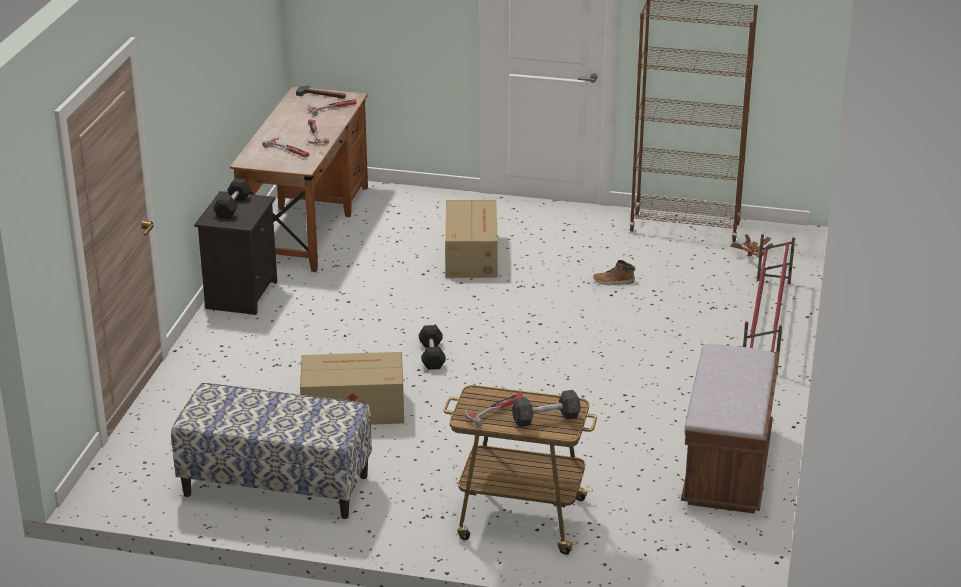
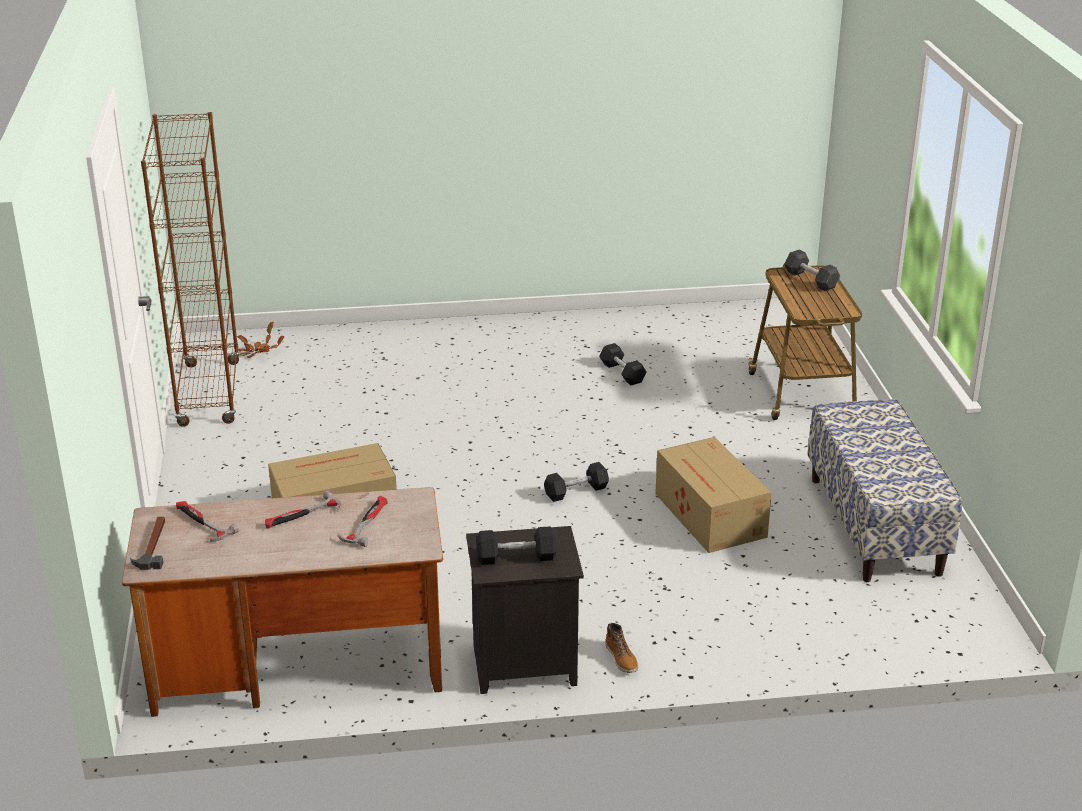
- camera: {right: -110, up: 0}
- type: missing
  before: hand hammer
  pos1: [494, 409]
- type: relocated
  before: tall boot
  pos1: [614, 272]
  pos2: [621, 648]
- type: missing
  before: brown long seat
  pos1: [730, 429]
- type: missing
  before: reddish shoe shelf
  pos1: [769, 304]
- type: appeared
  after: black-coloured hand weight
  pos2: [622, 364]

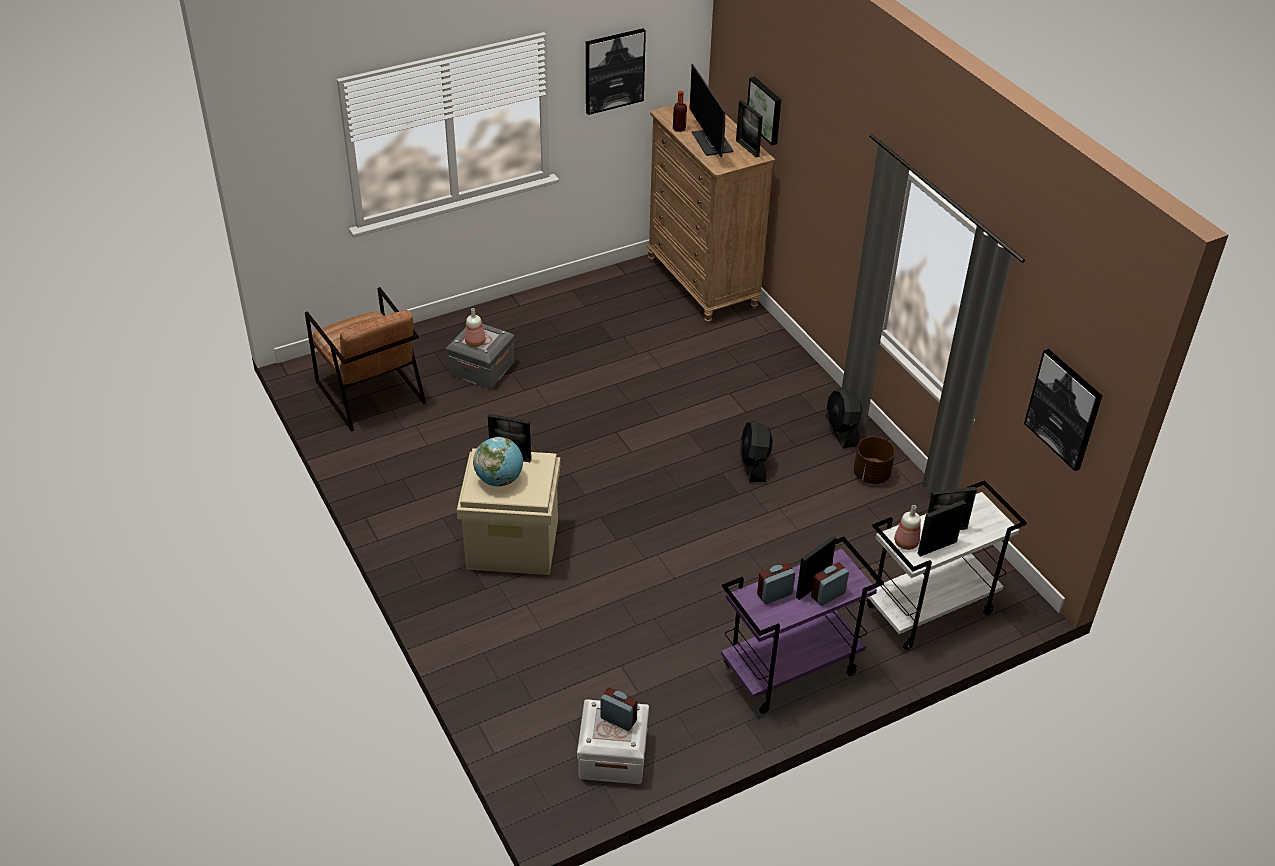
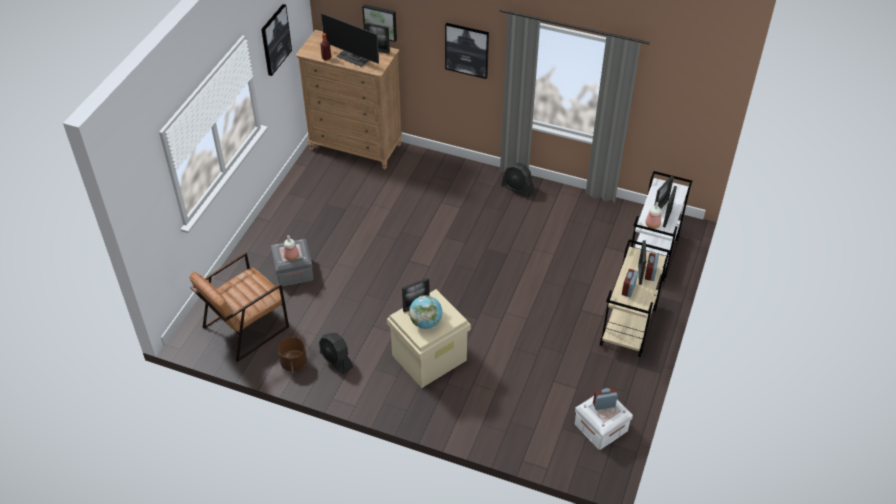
- camera: {right: -40, up: 5}
- type: spun
  before: brown easy chair
  pos1: [365, 359]
  pos2: [239, 307]
  turn: 120
- type: colour
  before: purple trolley
  after: beige trolley
  pos1: [802, 625]
  pos2: [635, 298]
- type: relocated
  before: black-coloured cooling fan
  pos1: [756, 451]
  pos2: [336, 353]
- type: relocated
  before: brown planter
  pos1: [874, 460]
  pos2: [292, 354]
- type: relocated
  before: picture
  pos1: [1063, 410]
  pos2: [467, 51]

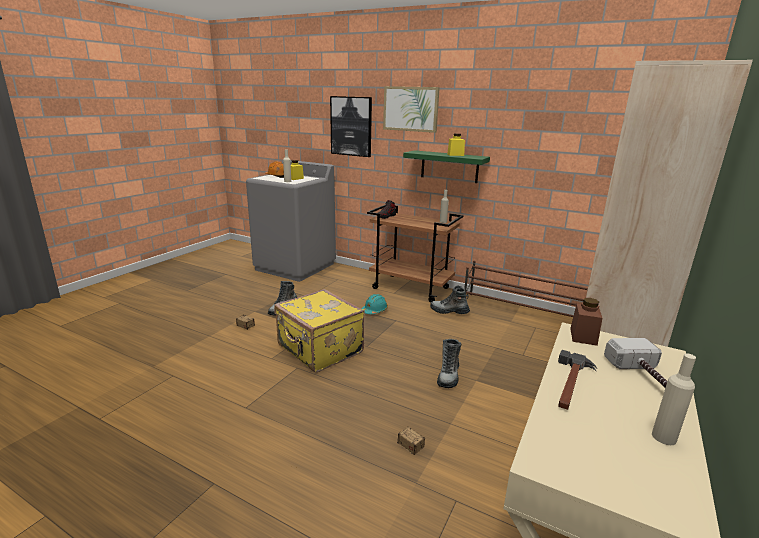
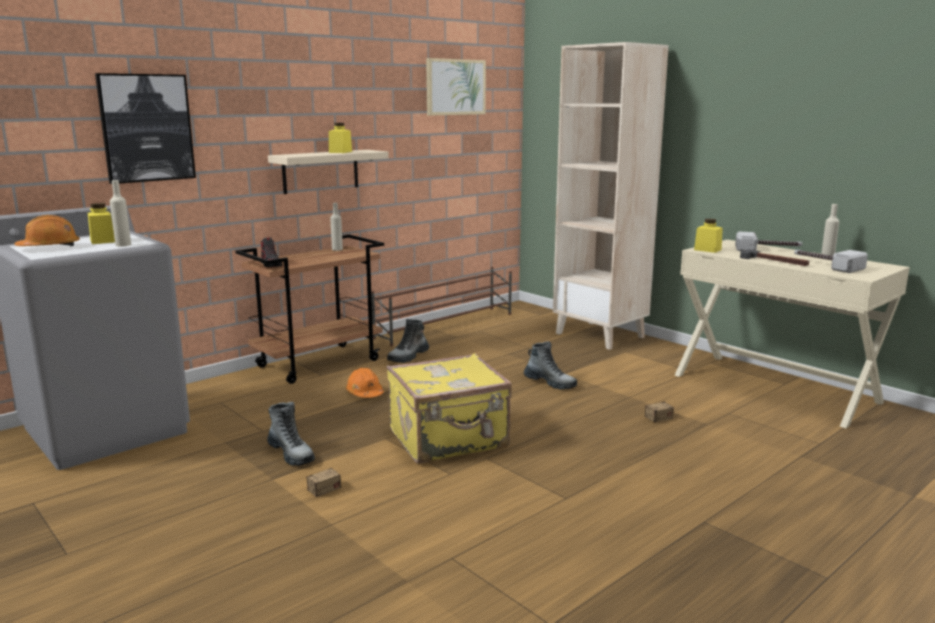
- camera: {right: -70, up: -5}
- type: colour
  before: turquoise-coloured safety helmet
  after: orangey safety helmet
  pos1: [375, 304]
  pos2: [365, 383]
- type: relocated
  before: picture
  pos1: [411, 109]
  pos2: [456, 87]
- type: colour
  before: green wall shelf
  after: beige wall shelf
  pos1: [446, 166]
  pos2: [328, 172]
- type: colour
  before: brown jar
  after: yellow jar
  pos1: [586, 322]
  pos2: [708, 236]
- type: appeared
  after: hand hammer
  pos2: [831, 261]

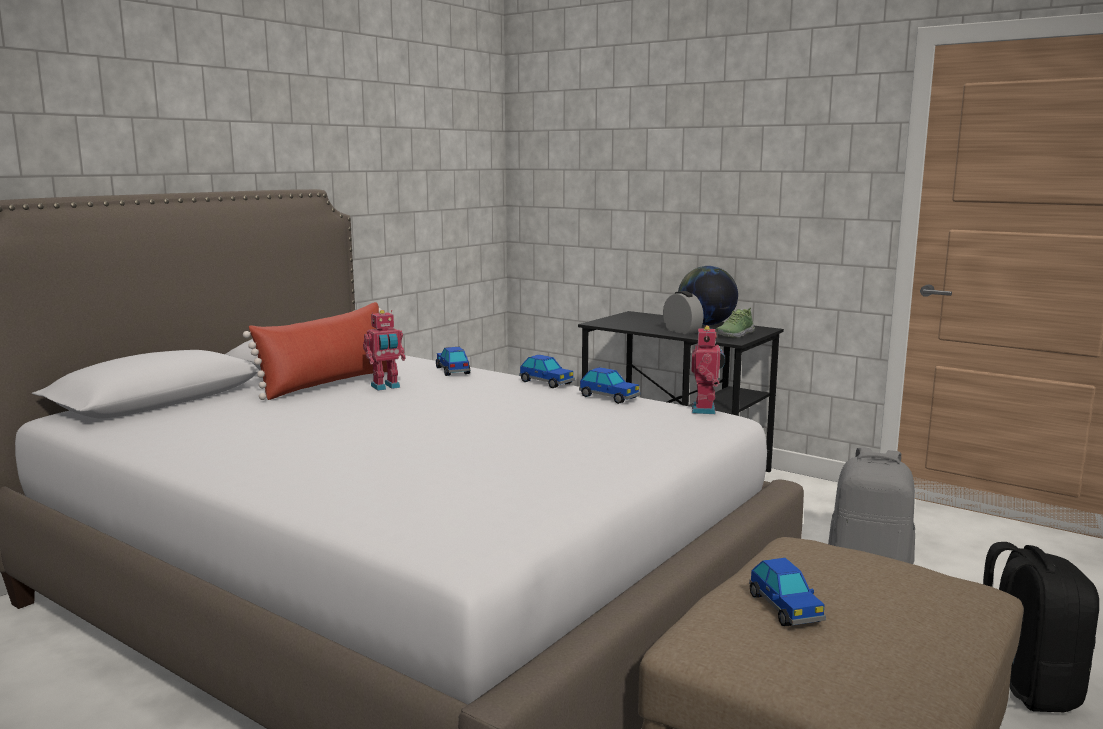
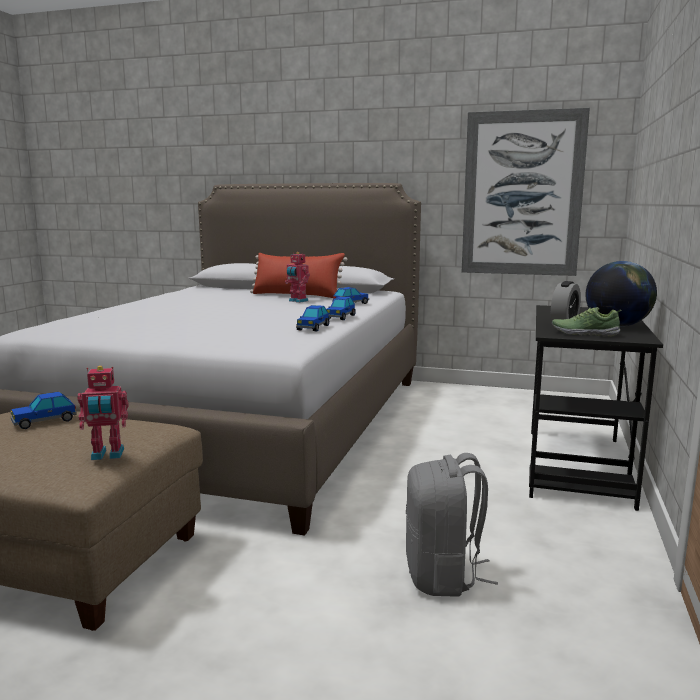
- camera: {right: 70, up: 0}
- type: relocated
  before: toy robot
  pos1: [708, 369]
  pos2: [102, 413]
- type: missing
  before: black-coloured knapsack
  pos1: [1041, 627]
- type: appeared
  after: picture
  pos2: [526, 192]

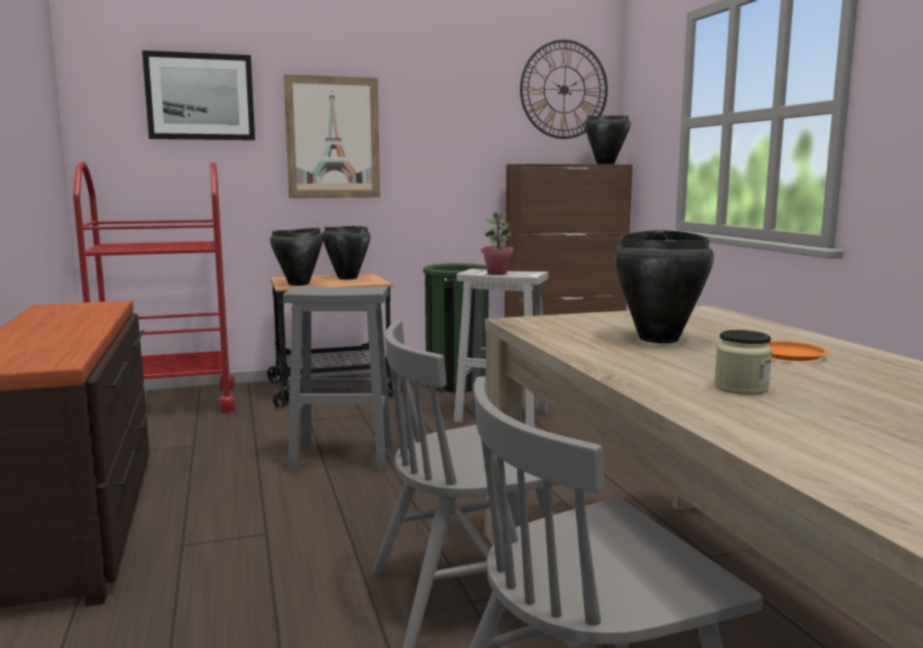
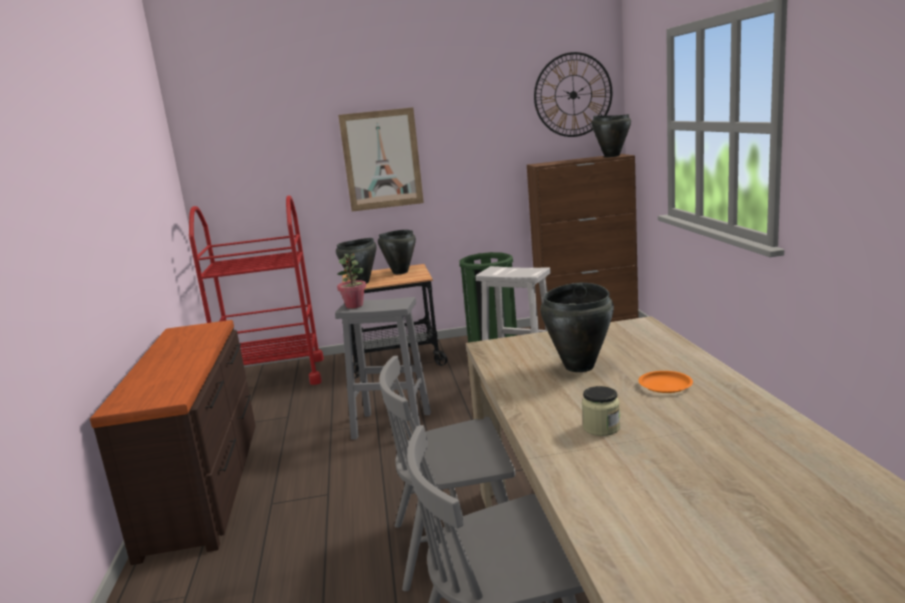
- camera: {right: 10, up: 5}
- type: missing
  before: picture
  pos1: [198, 95]
- type: relocated
  before: potted plant
  pos1: [497, 243]
  pos2: [351, 281]

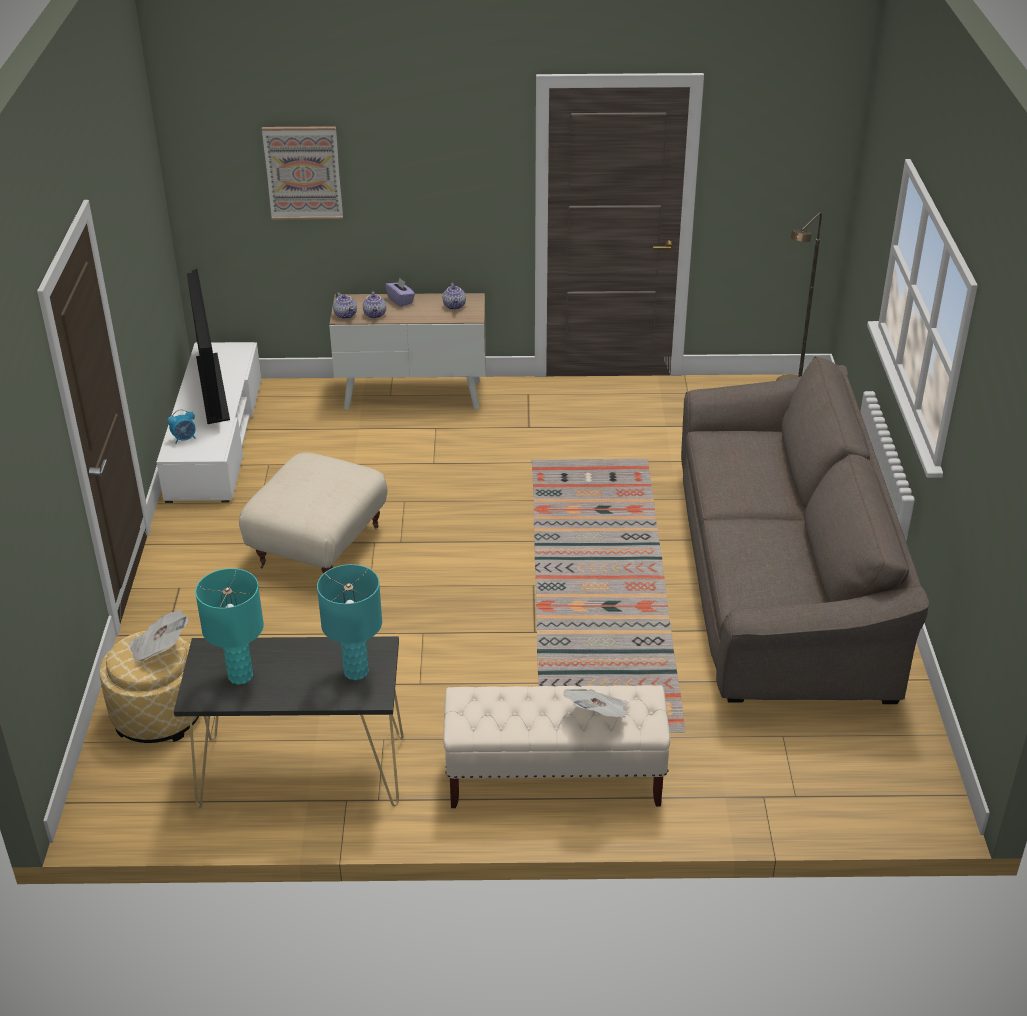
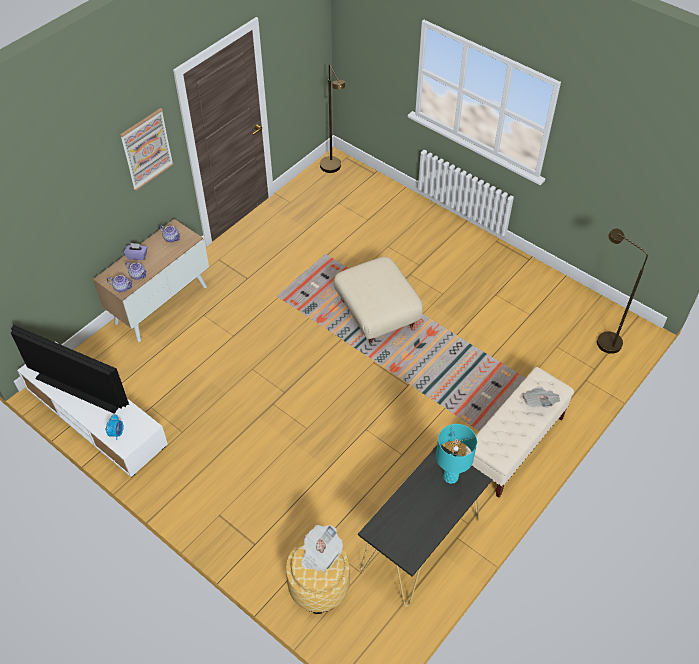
- camera: {right: -50, up: 15}
- type: missing
  before: turquoise-coloured lamp for a table
  pos1: [229, 626]
- type: relocated
  before: beige footrest
  pos1: [313, 513]
  pos2: [378, 301]
- type: relocated
  before: picture
  pos1: [302, 173]
  pos2: [147, 149]
- type: missing
  before: brown settee
  pos1: [805, 530]
- type: appeared
  after: brown standing lamp
  pos2: [622, 291]

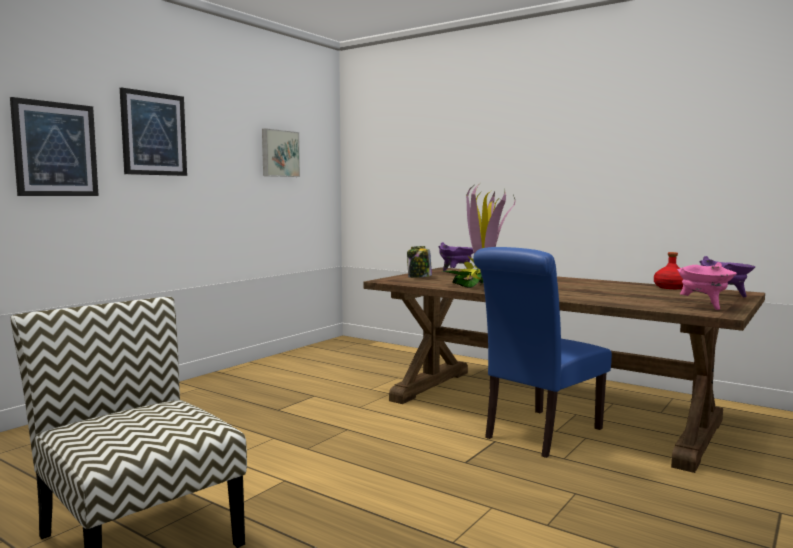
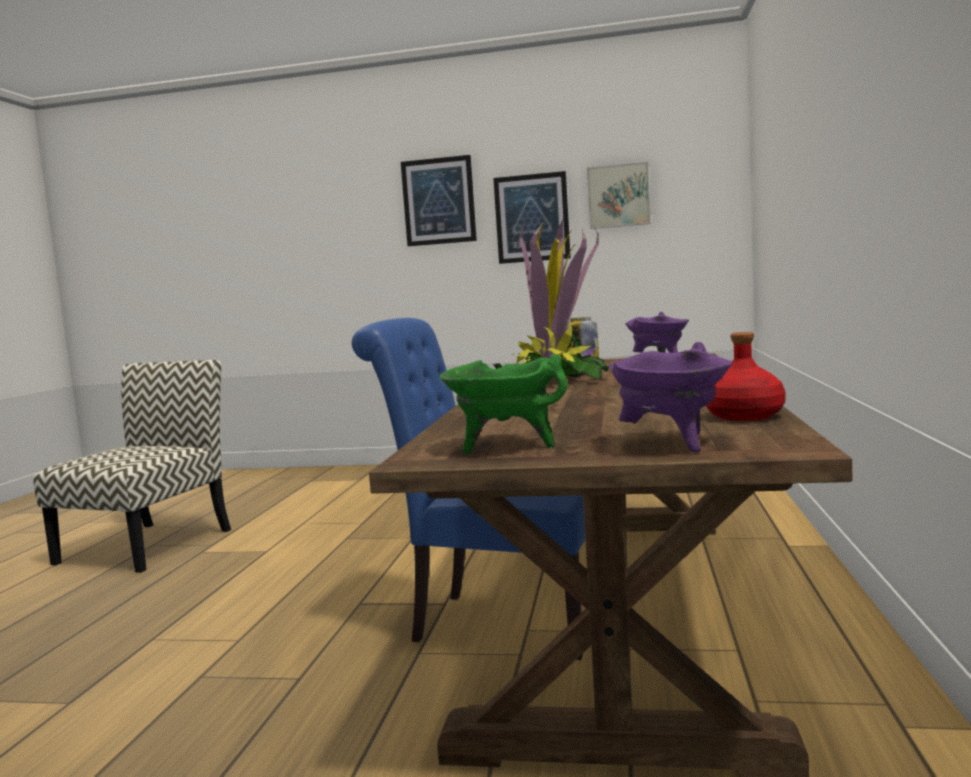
- camera: {right: 65, up: 0}
- type: relocated
  before: picture
  pos1: [54, 146]
  pos2: [532, 217]
- type: colour
  before: pinkish stockpot
  after: green stockpot
  pos1: [707, 286]
  pos2: [504, 404]

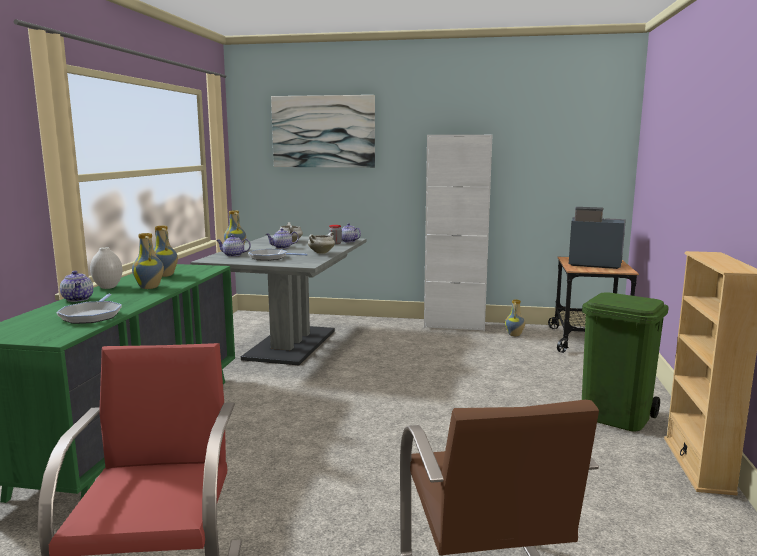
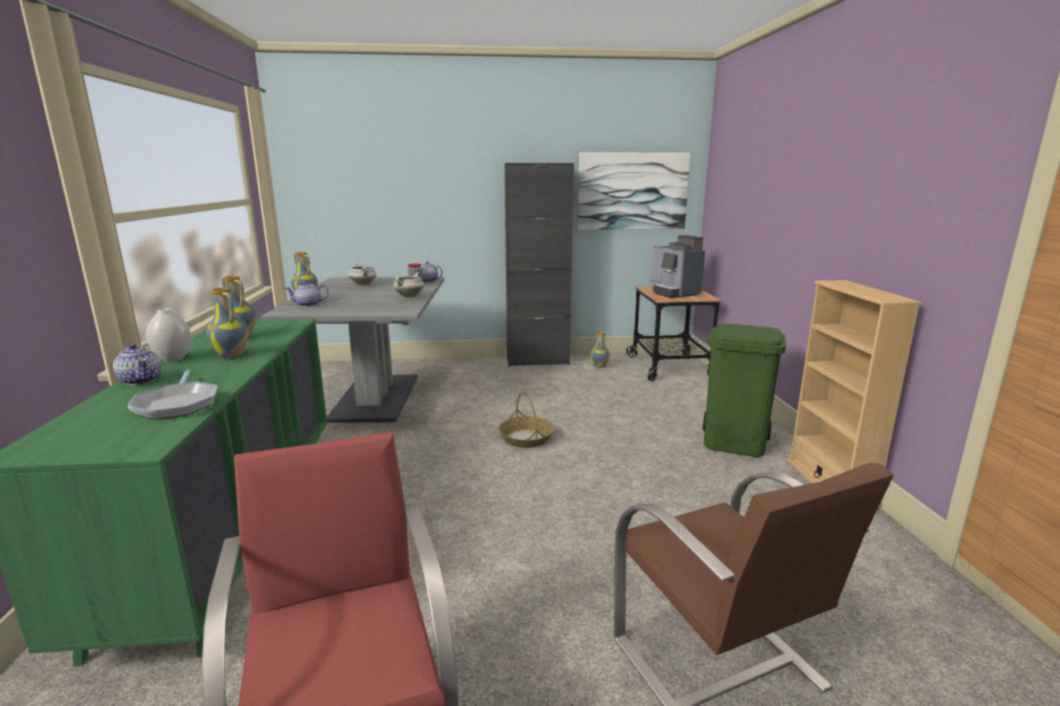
- camera: {right: -15, up: 5}
- type: missing
  before: pan
  pos1: [278, 255]
- type: missing
  before: tea pot
  pos1: [282, 238]
- type: relocated
  before: picture
  pos1: [323, 131]
  pos2: [634, 191]
- type: colour
  before: white storage cabinet
  after: black-coloured storage cabinet
  pos1: [458, 233]
  pos2: [539, 265]
- type: spun
  before: coffee maker
  pos1: [597, 238]
  pos2: [677, 266]
  turn: -120
- type: appeared
  after: storage basket
  pos2: [526, 419]

